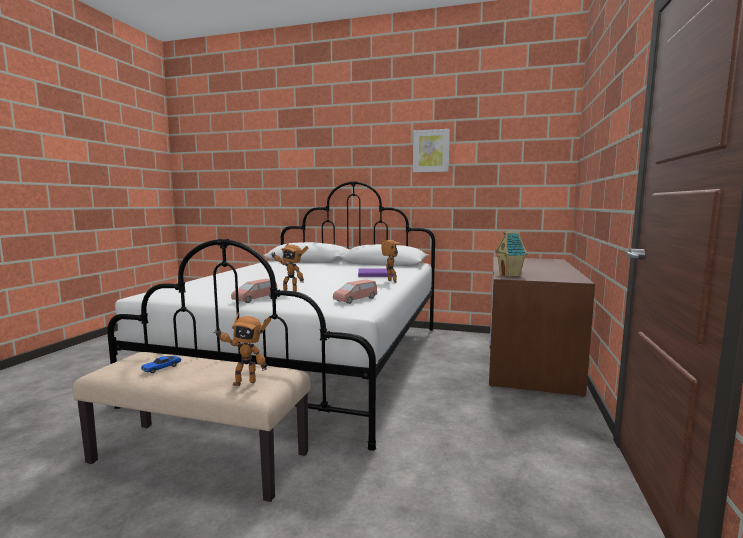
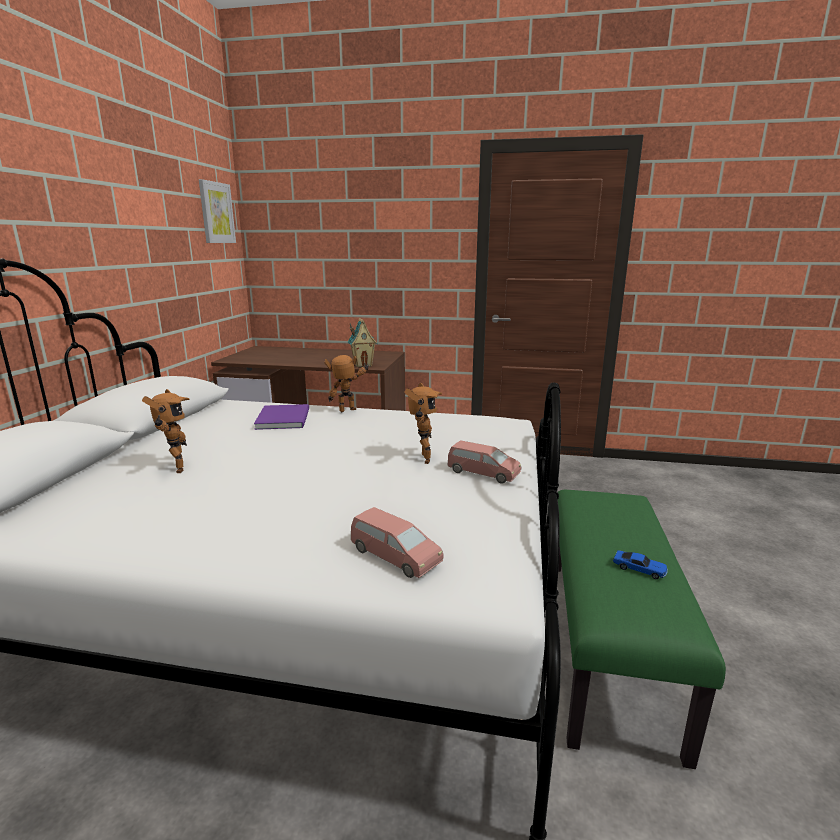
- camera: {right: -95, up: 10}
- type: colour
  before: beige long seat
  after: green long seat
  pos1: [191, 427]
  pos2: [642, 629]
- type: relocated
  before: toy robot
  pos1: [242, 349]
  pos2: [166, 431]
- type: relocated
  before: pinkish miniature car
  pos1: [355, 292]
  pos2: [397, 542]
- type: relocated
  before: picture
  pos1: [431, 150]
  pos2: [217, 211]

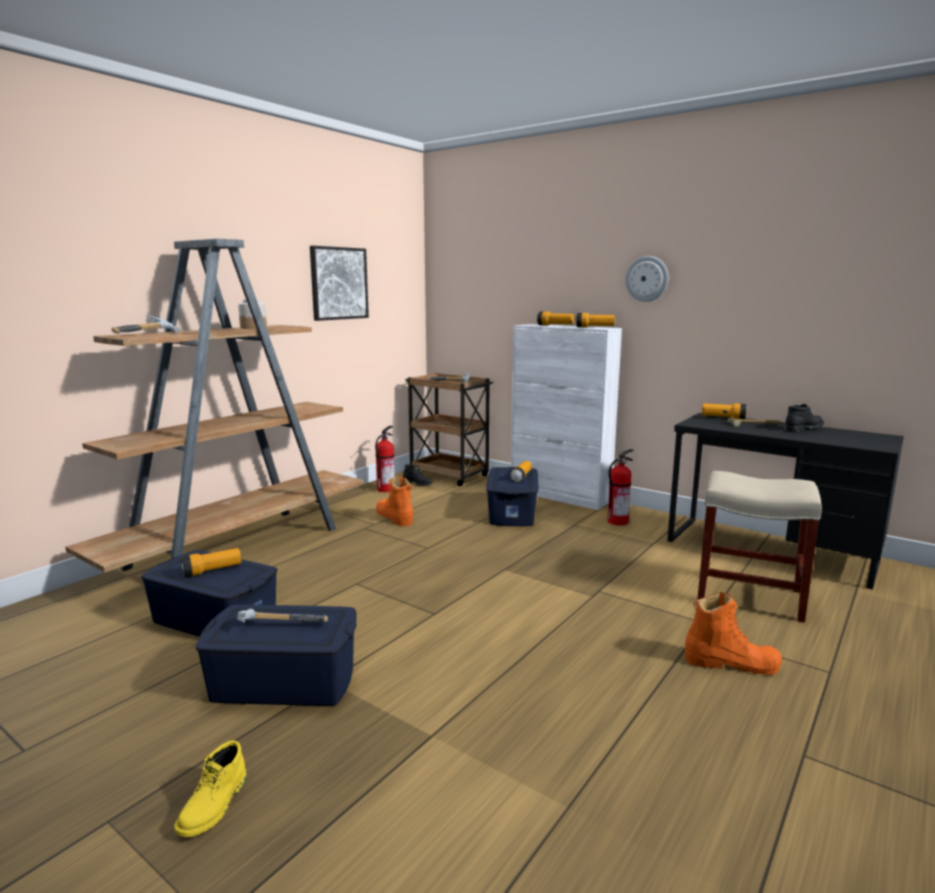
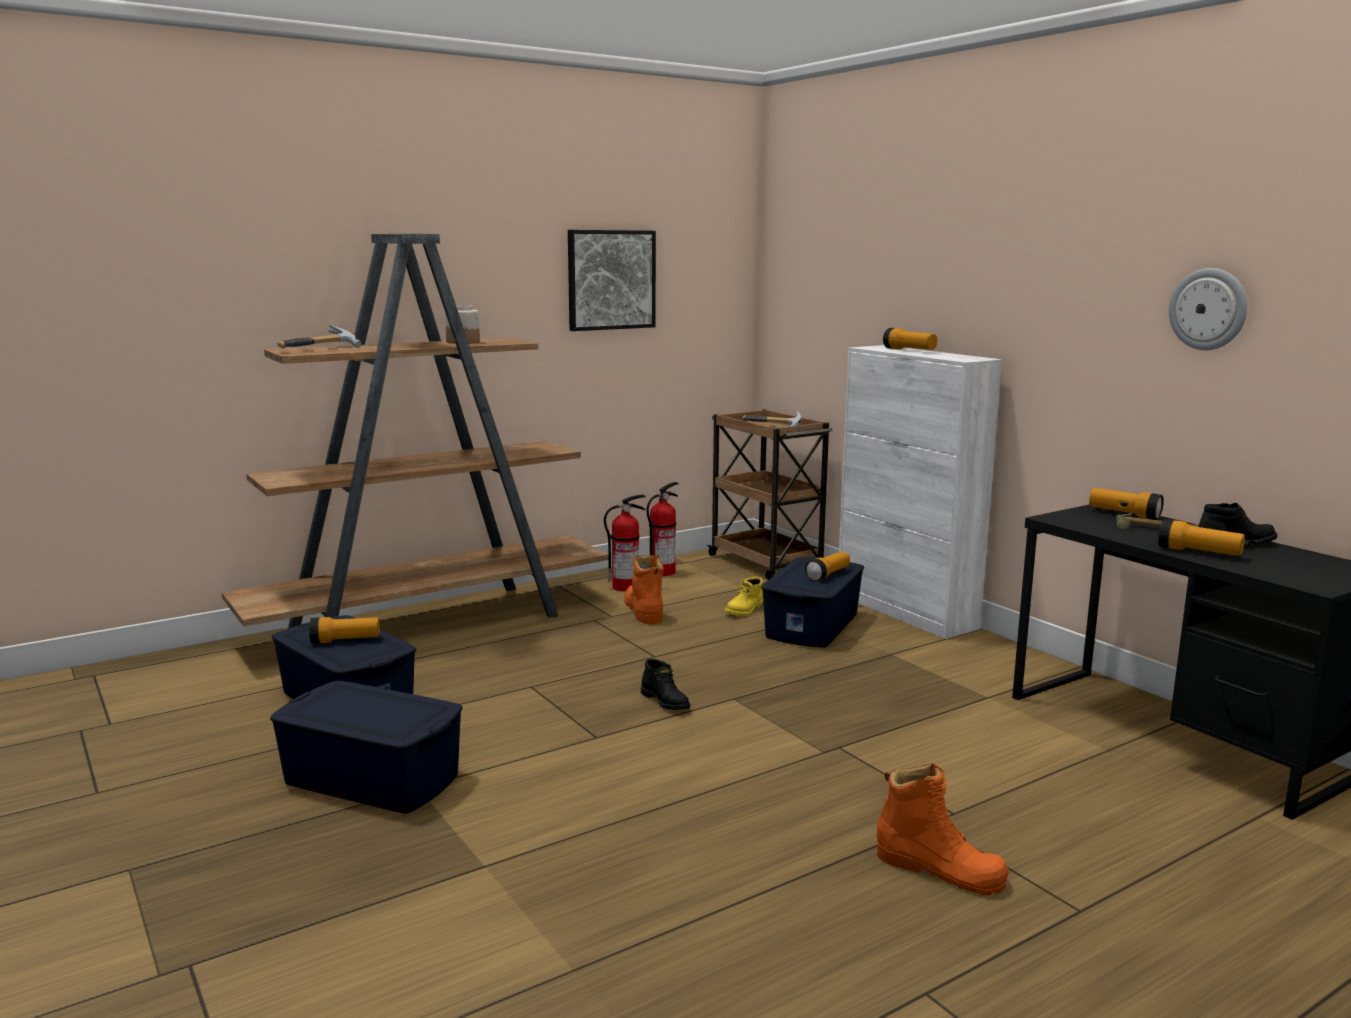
- camera: {right: 20, up: 0}
- type: relocated
  before: yellow tall boot
  pos1: [210, 788]
  pos2: [744, 596]
- type: missing
  before: hand hammer
  pos1: [282, 616]
- type: relocated
  before: black-coloured tall boot
  pos1: [418, 475]
  pos2: [665, 684]
- type: relocated
  before: hand torch
  pos1: [595, 320]
  pos2: [1201, 537]
- type: relocated
  before: fire extinguisher
  pos1: [620, 487]
  pos2: [625, 543]
- type: relocated
  before: clock on the wall
  pos1: [646, 279]
  pos2: [1208, 309]
- type: missing
  before: beige stool
  pos1: [759, 546]

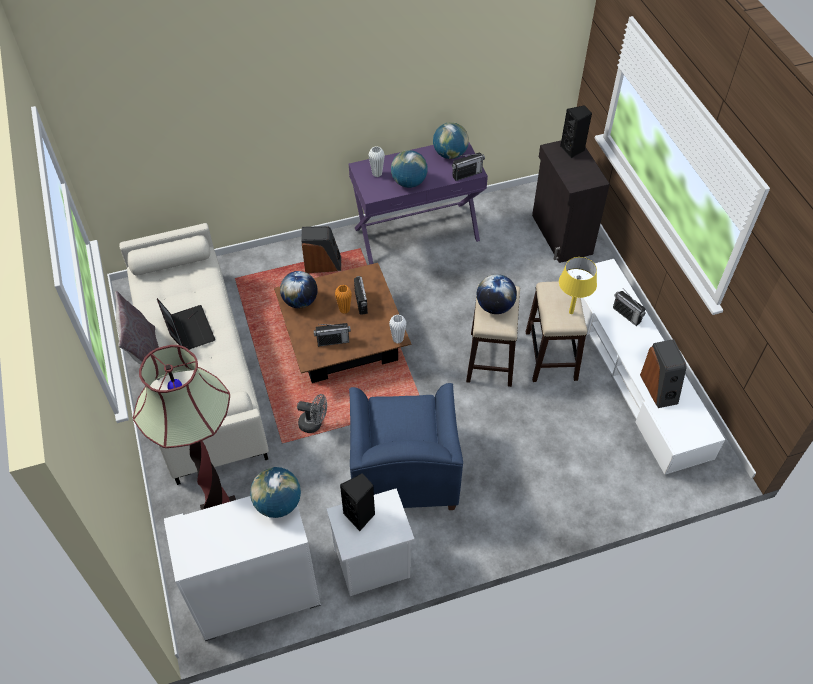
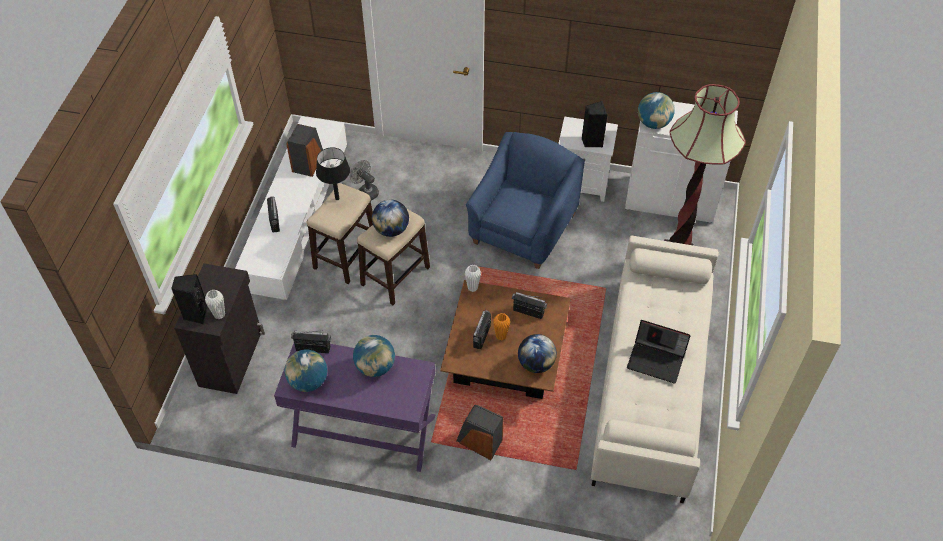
- camera: {right: -150, up: 0}
- type: missing
  before: greyish pillow
  pos1: [137, 335]
- type: spun
  before: notebook computer
  pos1: [186, 324]
  pos2: [659, 351]
  turn: -75
- type: relocated
  before: greyish cooling fan
  pos1: [312, 413]
  pos2: [364, 180]
- type: relocated
  before: white decorative vase
  pos1: [376, 161]
  pos2: [215, 304]
- type: colour
  before: yellow lamp for a table
  after: black-coloured lamp for a table
  pos1: [578, 285]
  pos2: [333, 173]

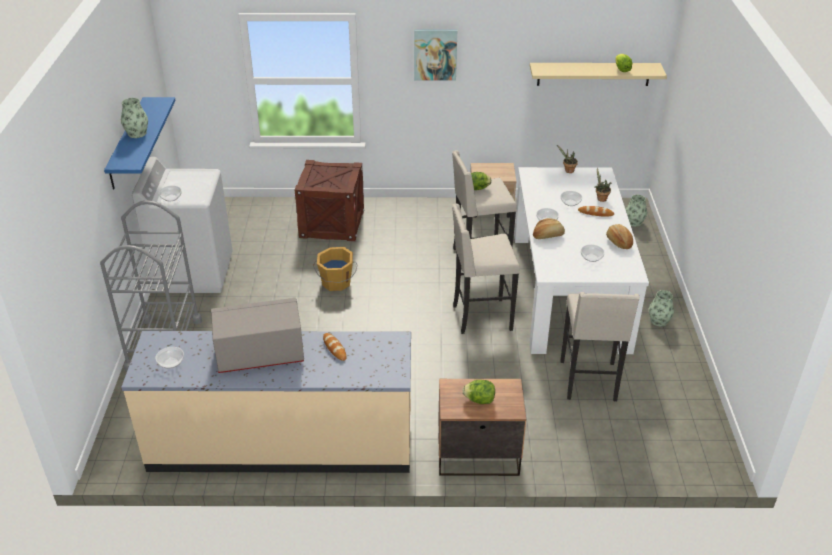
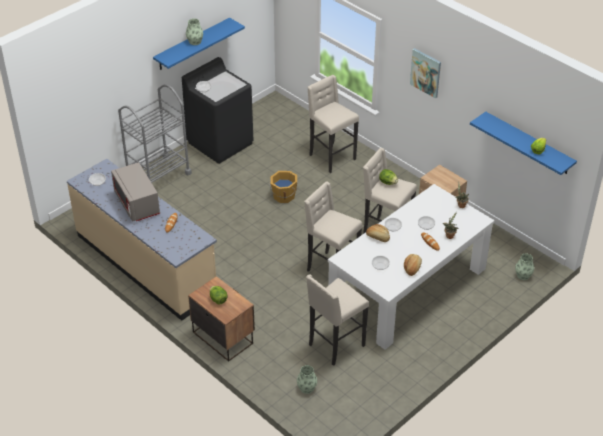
- camera: {right: 45, up: 5}
- type: colour
  before: white laundry machine
  after: black-coloured laundry machine
  pos1: [182, 225]
  pos2: [217, 110]
- type: spun
  before: greyish kitchen microwave
  pos1: [257, 335]
  pos2: [135, 191]
  turn: -150
- type: exchanged
  before: packing crate
  after: beige stool
  pos1: [329, 201]
  pos2: [333, 124]
- type: colour
  before: beige wall shelf
  after: blue-coloured wall shelf
  pos1: [598, 74]
  pos2: [523, 143]
- type: relocated
  before: decorative vase
  pos1: [661, 308]
  pos2: [307, 379]

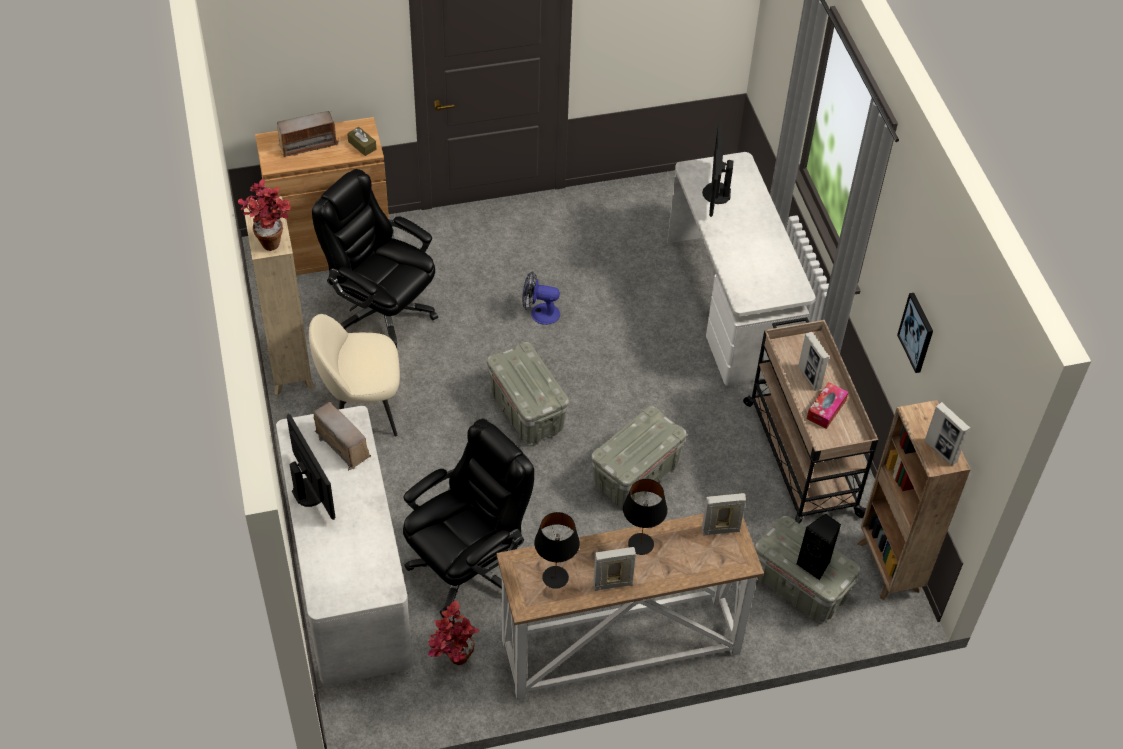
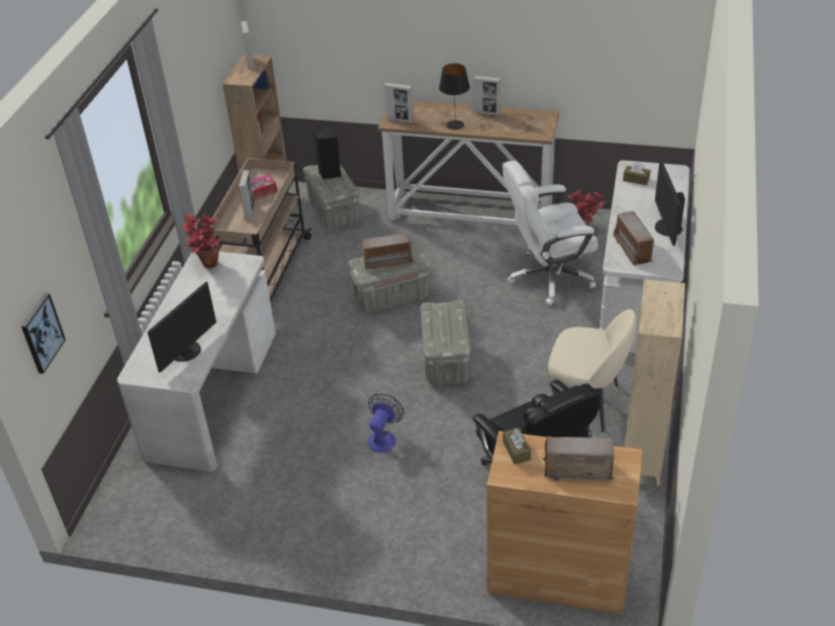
- camera: {right: -150, up: -10}
- type: relocated
  before: potted plant
  pos1: [264, 215]
  pos2: [201, 240]
- type: colour
  before: black-coloured computer chair
  after: white computer chair
  pos1: [468, 518]
  pos2: [550, 233]
- type: spun
  before: cooling fan
  pos1: [541, 298]
  pos2: [386, 423]
  turn: -105
- type: missing
  before: black-coloured lamp for a table
  pos1: [557, 550]
- type: relocated
  before: picture
  pos1: [915, 333]
  pos2: [43, 333]
- type: appeared
  after: radio
  pos2: [388, 251]
- type: appeared
  after: brown box of tissues
  pos2: [636, 173]

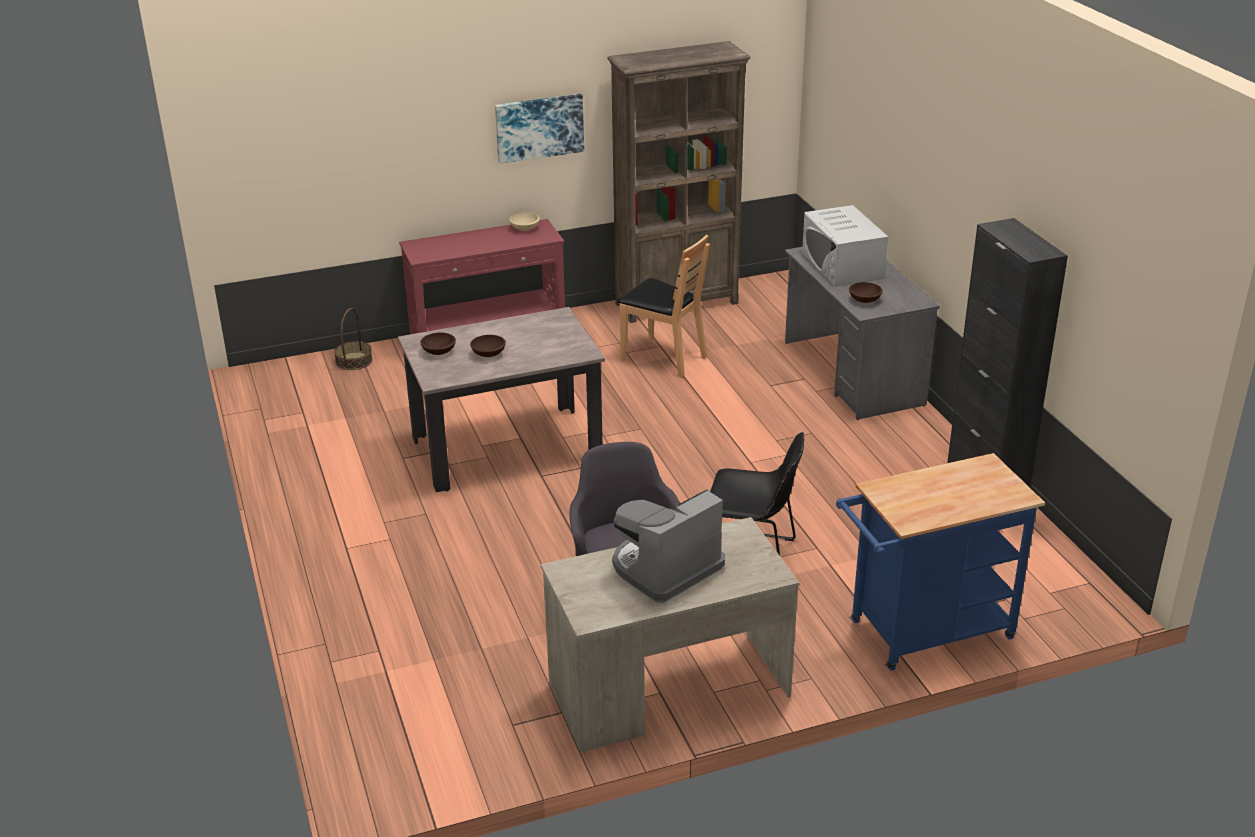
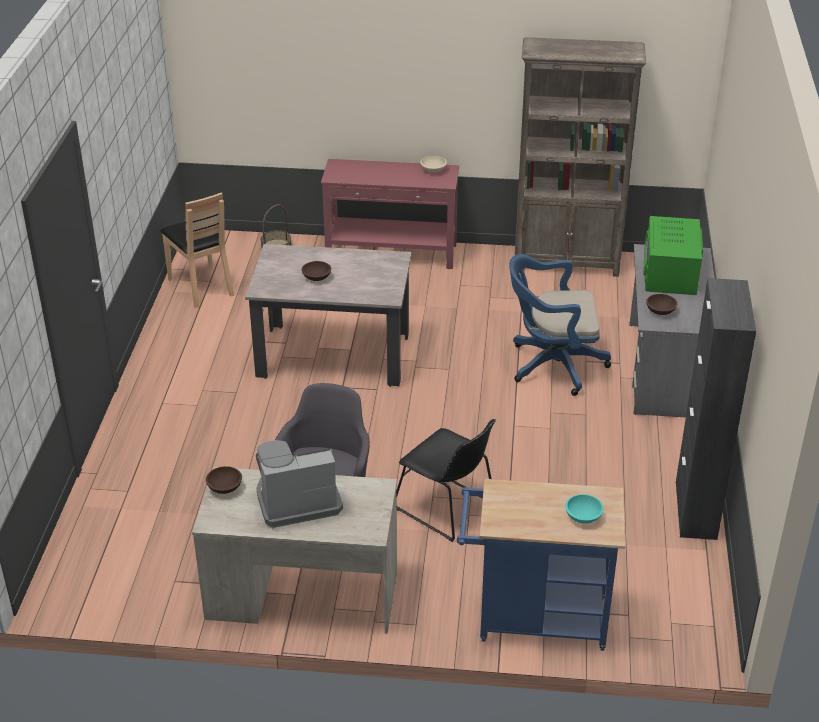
- camera: {right: 25, up: 5}
- type: relocated
  before: brown deep dish
  pos1: [438, 344]
  pos2: [224, 480]
- type: missing
  before: picture
  pos1: [539, 129]
- type: relocated
  before: brown upright chair
  pos1: [664, 306]
  pos2: [197, 250]
- type: colour
  before: white kitchen microwave
  after: green kitchen microwave
  pos1: [845, 246]
  pos2: [673, 255]
- type: appeared
  after: blue-coloured computer chair
  pos2: [560, 325]
- type: appeared
  after: turquoise-coloured deep dish
  pos2: [584, 509]

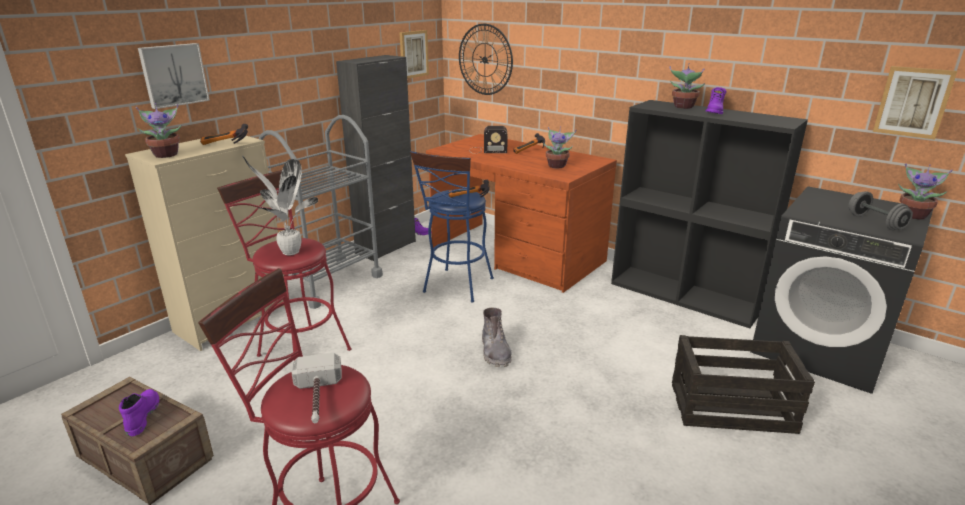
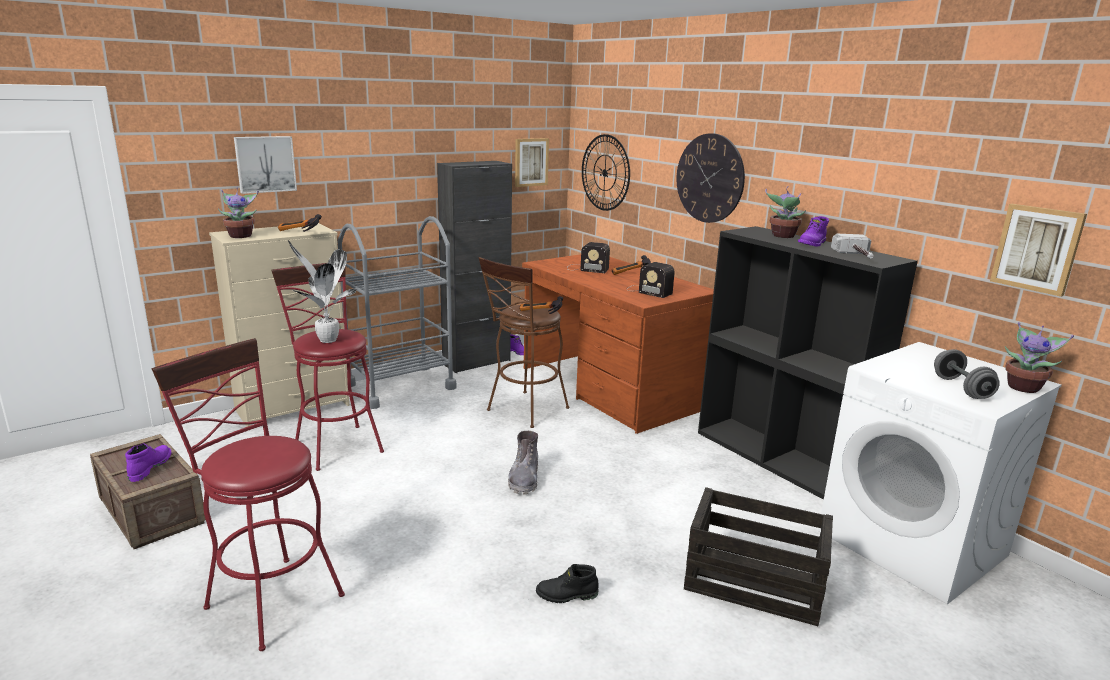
- camera: {right: 15, up: -5}
- type: relocated
  before: hand hammer
  pos1: [317, 388]
  pos2: [852, 246]
- type: colour
  before: blue-coloured stool
  after: brown stool
  pos1: [452, 226]
  pos2: [524, 342]
- type: exchanged
  before: potted plant
  after: radio
  pos1: [560, 147]
  pos2: [650, 280]
- type: colour
  before: black-coloured laundry machine
  after: white laundry machine
  pos1: [841, 290]
  pos2: [940, 473]
- type: appeared
  after: black-coloured tall boot
  pos2: [567, 583]
- type: appeared
  after: clock on the wall
  pos2: [711, 178]

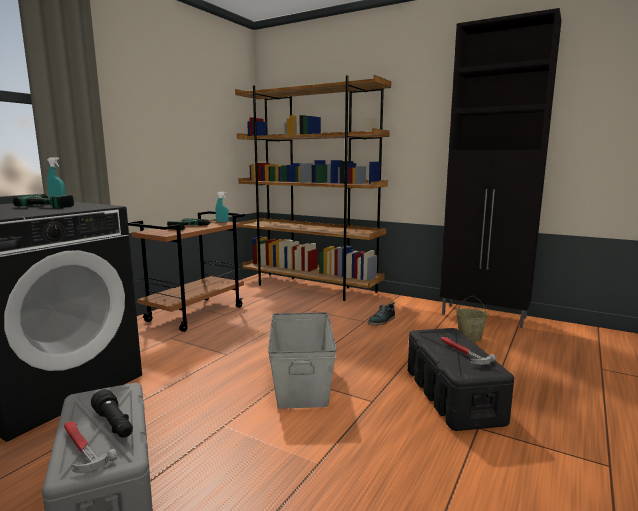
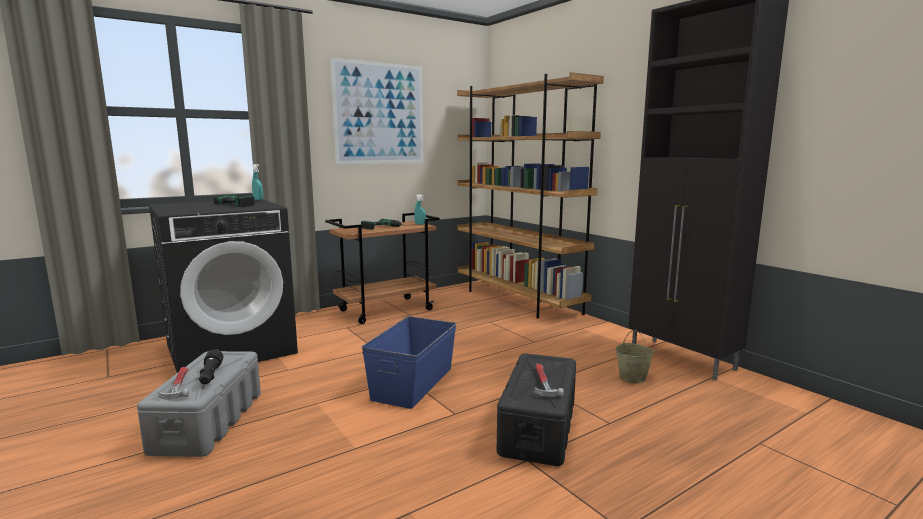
- camera: {right: 25, up: 0}
- type: colour
  before: greyish storage box
  after: blue-coloured storage box
  pos1: [302, 360]
  pos2: [409, 362]
- type: missing
  before: low shoe
  pos1: [381, 313]
- type: appeared
  after: picture
  pos2: [377, 111]

